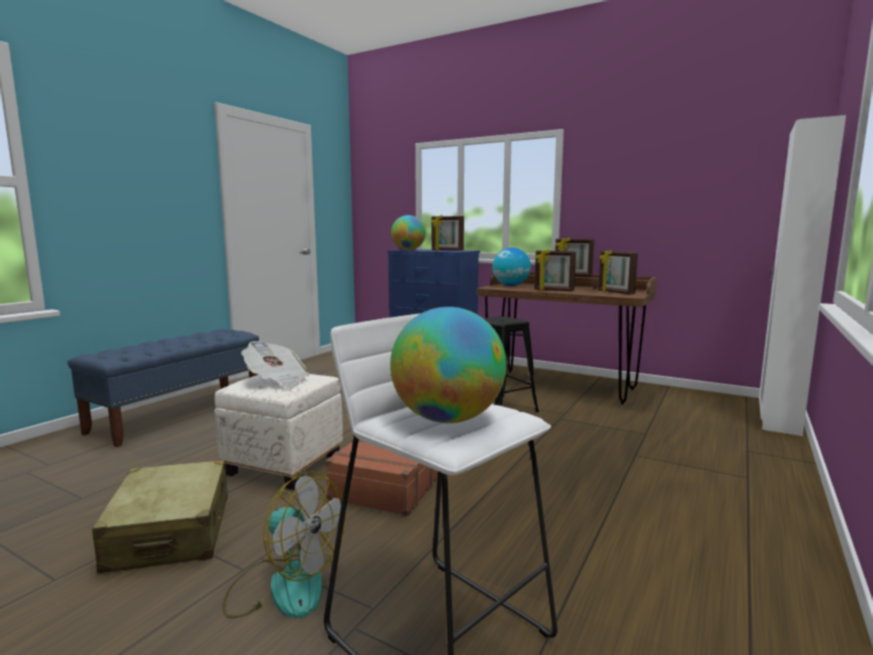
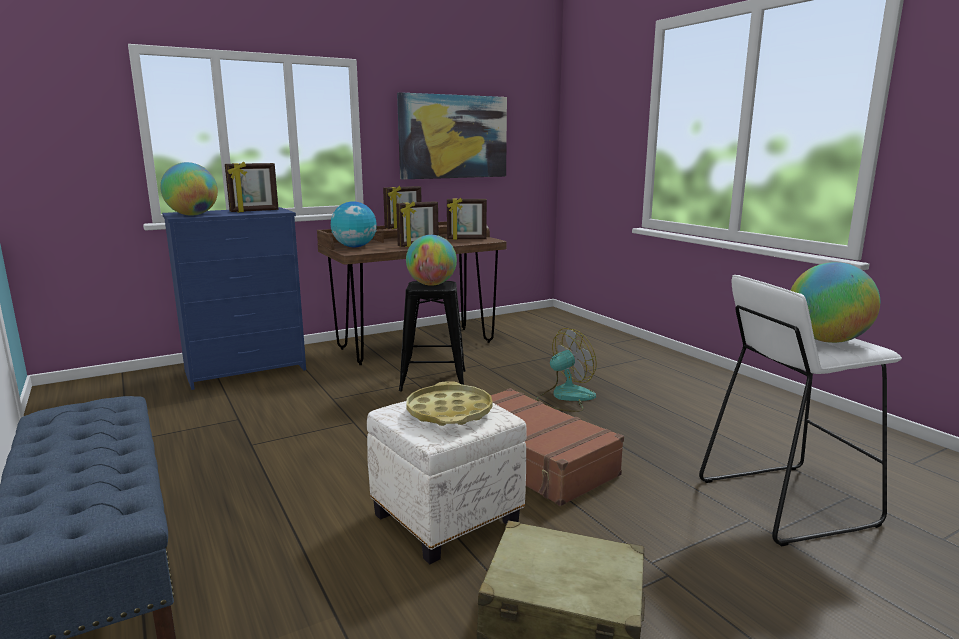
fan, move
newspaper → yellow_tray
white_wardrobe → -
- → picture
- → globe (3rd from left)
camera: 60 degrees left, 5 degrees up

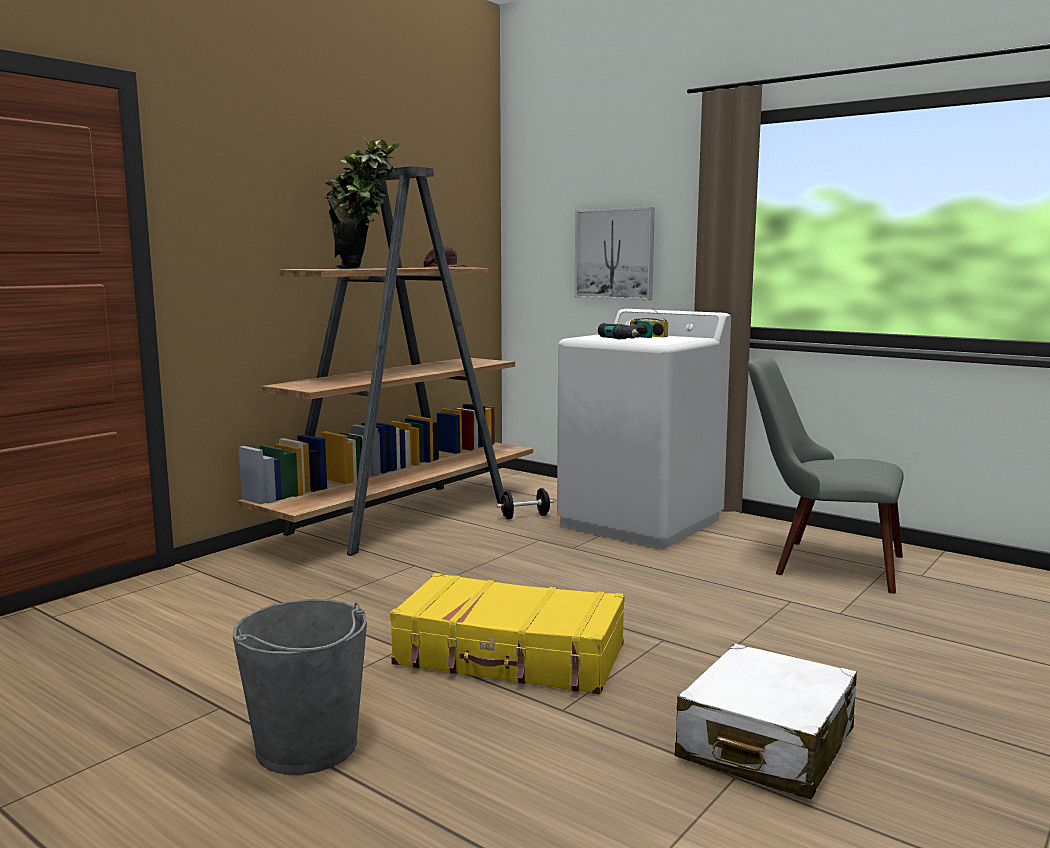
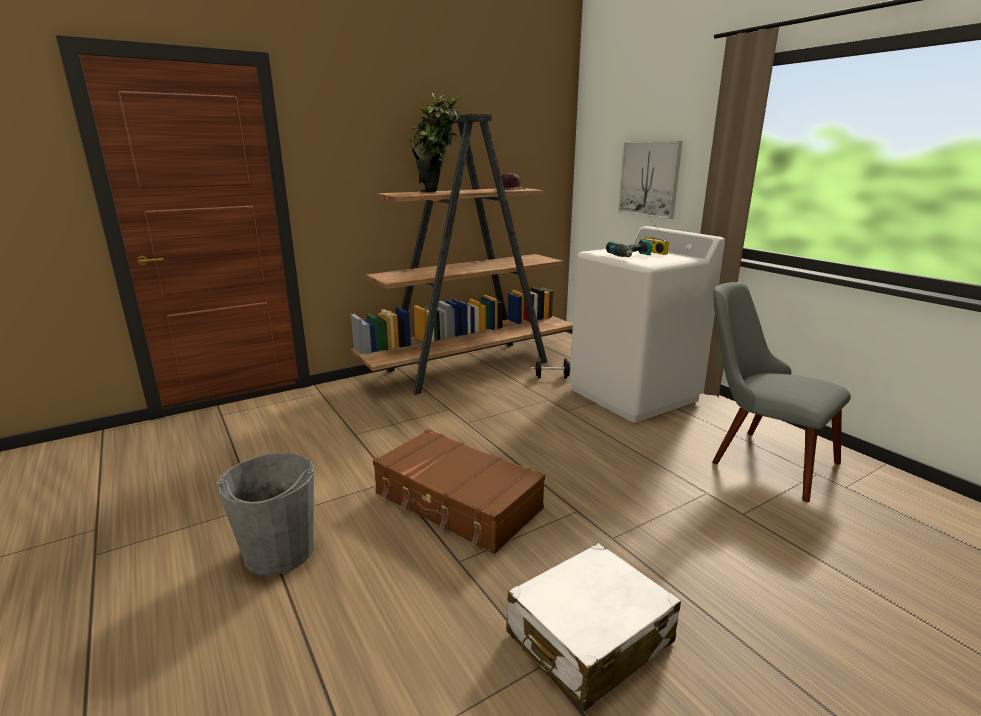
yellow_suitcase → brown_suitcase
camera: 20 degrees right, 10 degrees up

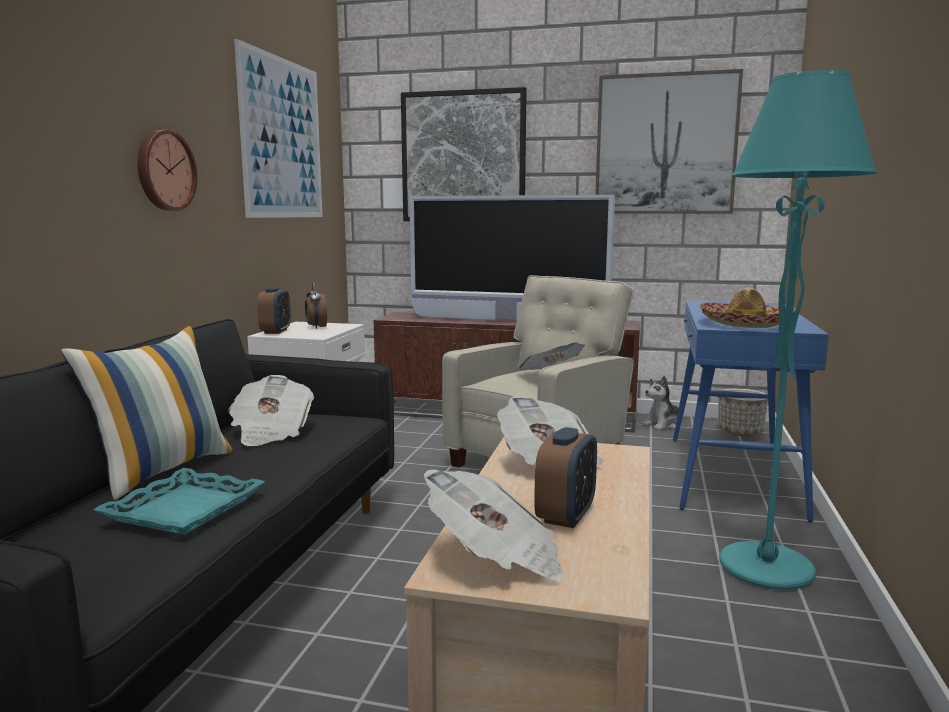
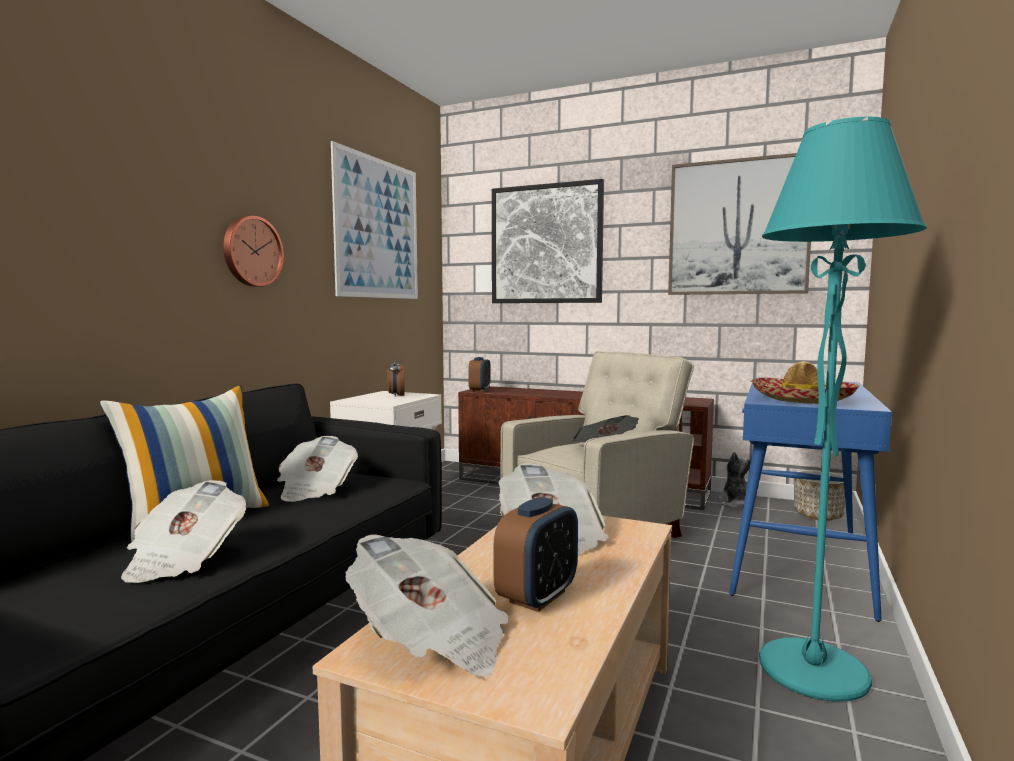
turquoise_tray → newspaper (1st from left)
alarm_clock (1st from left in the first image) → alarm_clock (2nd from left), move
television → -
plush_toy, 105 degrees clockwise
camera: 10 degrees right, 5 degrees down

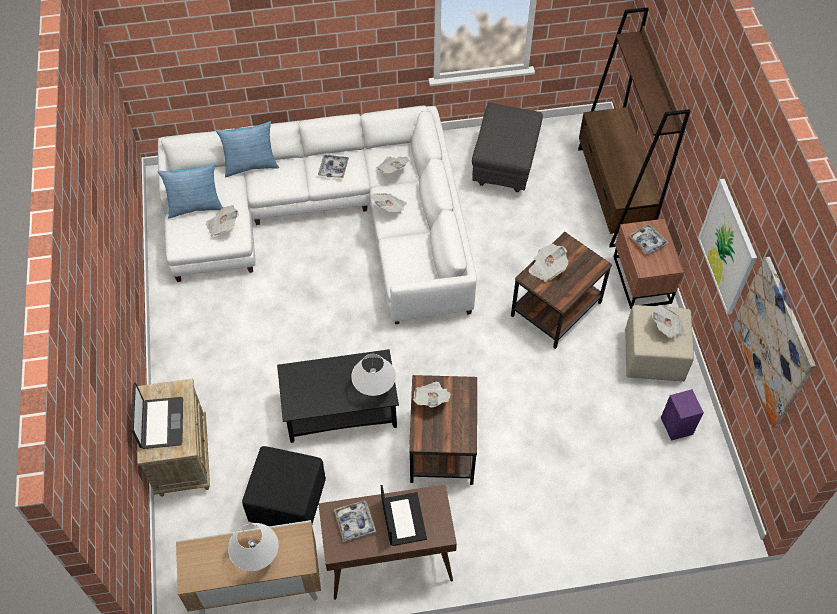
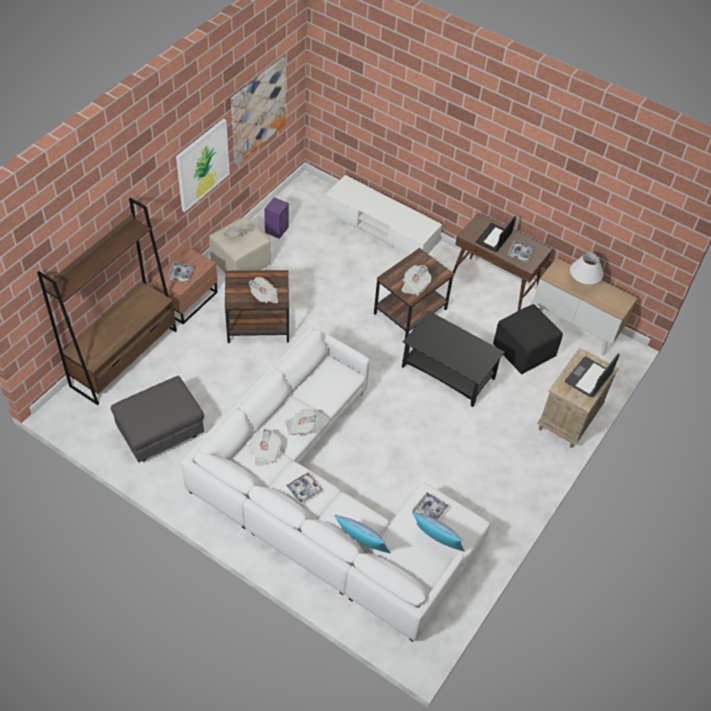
newspaper (1st from left) → tray (3rd from left)
white_table_lamp (2nd from left) → -
- → white_tv_stand
camera: 140 degrees left, 5 degrees down

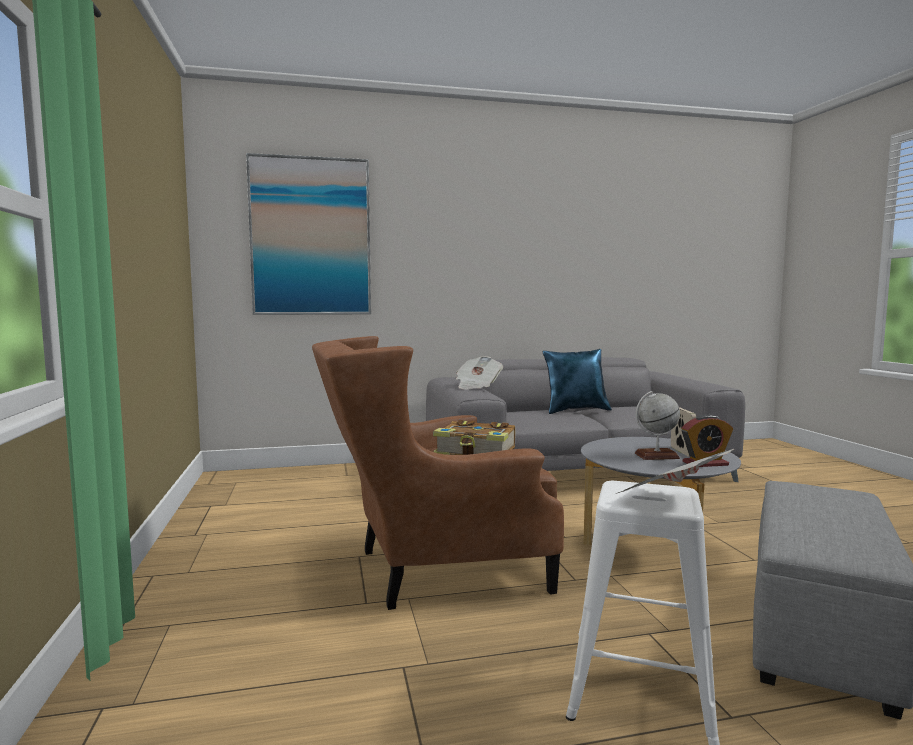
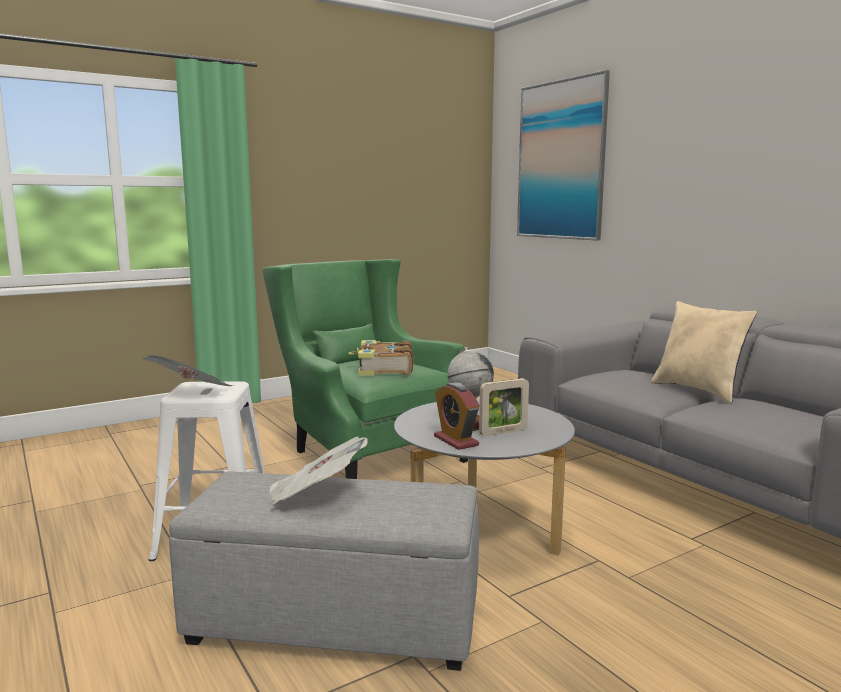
brown_armchair → green_armchair
newspaper (1st from left in the first image) → newspaper (2nd from left), move
blue_pillow → beige_pillow
camera: 70 degrees right, 5 degrees up

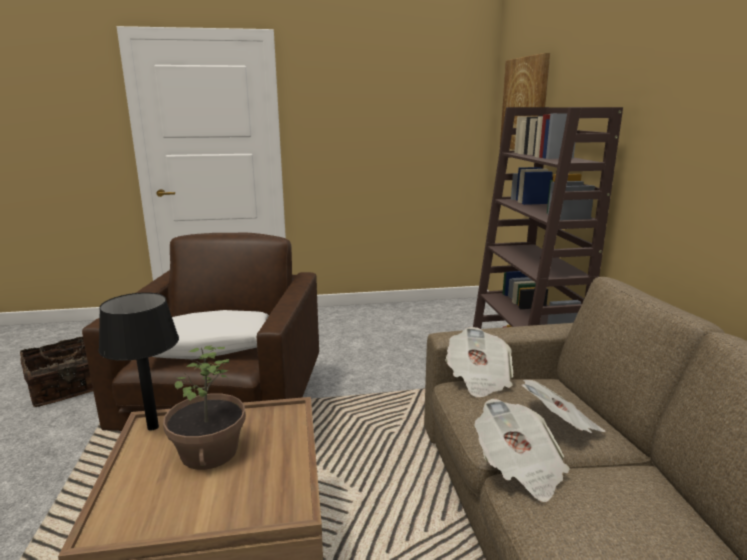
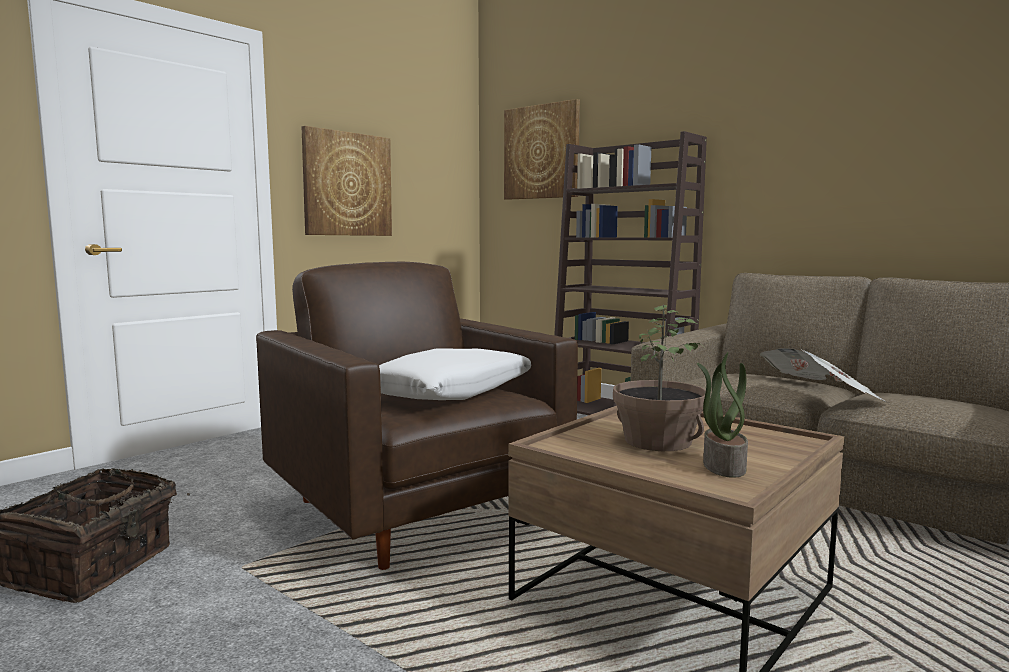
black_table_lamp → -
newspaper (1st from left) → -
- → picture (1st from left)
- → potted_plant (2nd from left)
camera: 40 degrees left, 10 degrees down

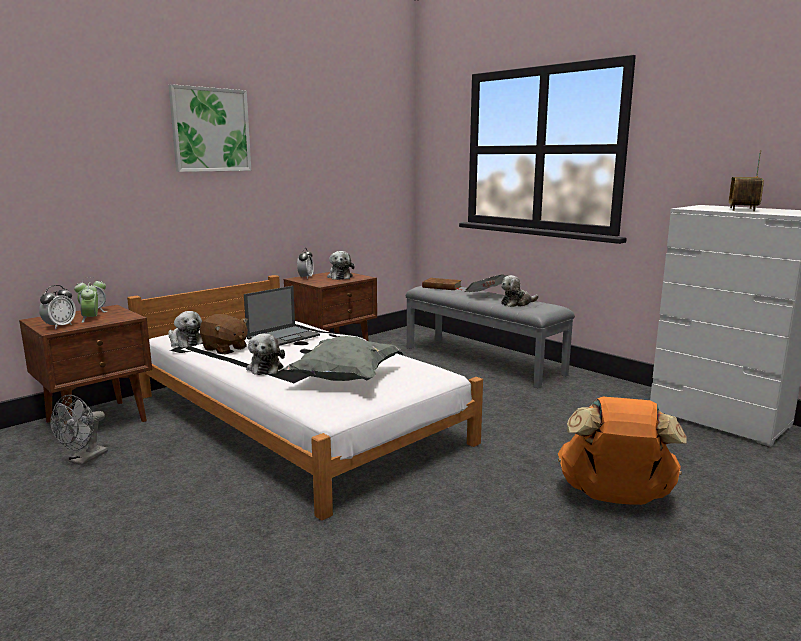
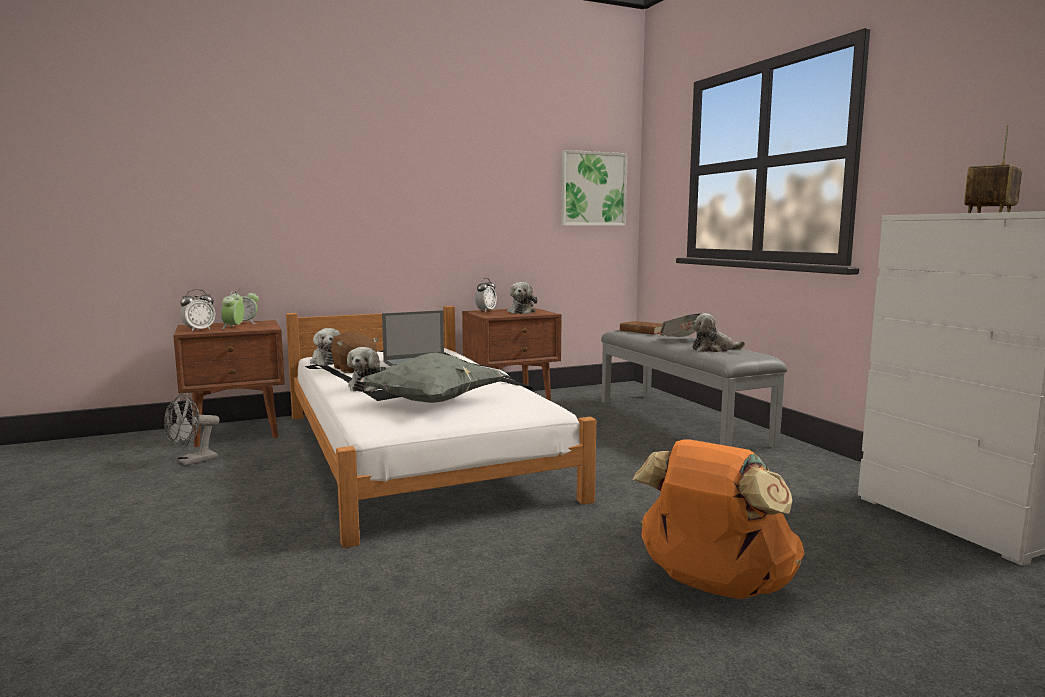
picture, move
camera: 20 degrees right, 5 degrees down

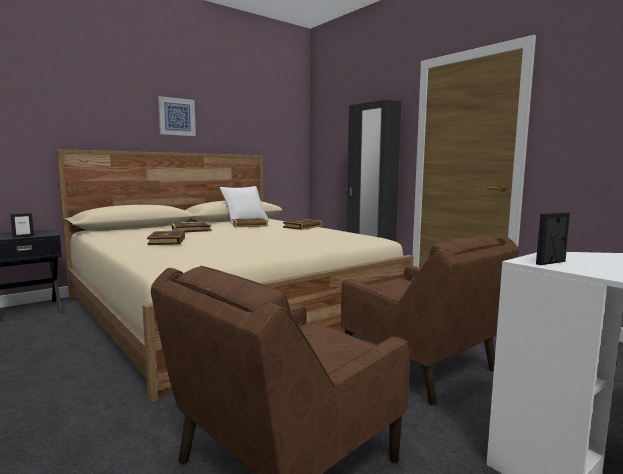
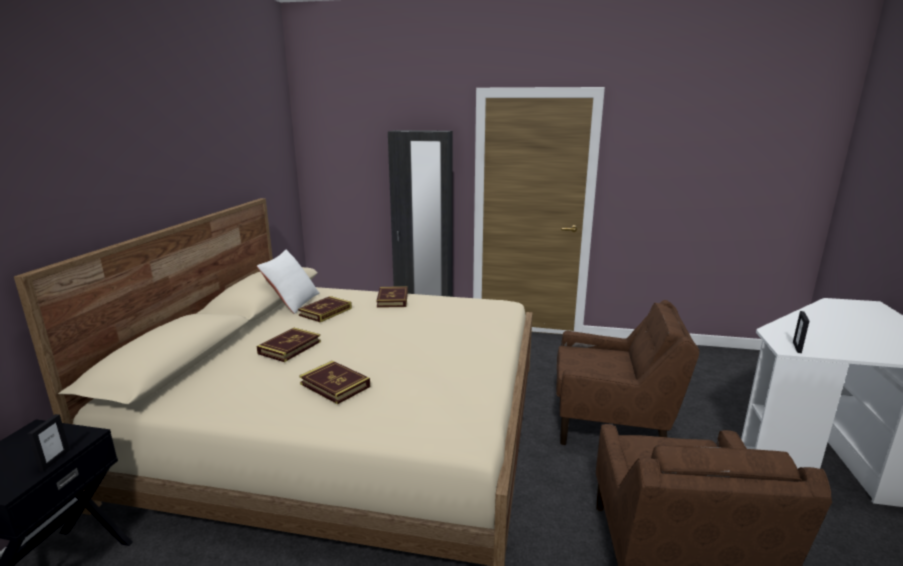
picture → -
camera: 40 degrees left, 10 degrees up

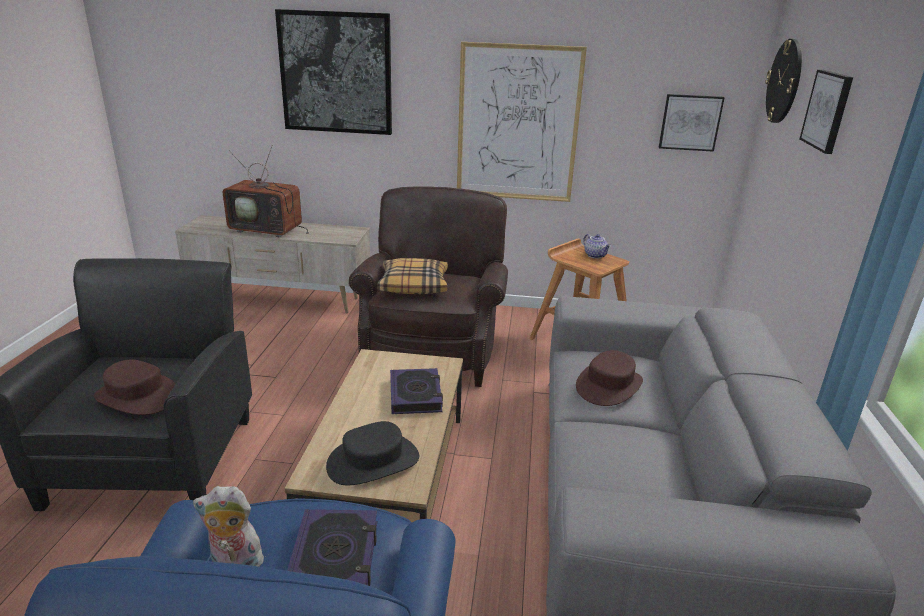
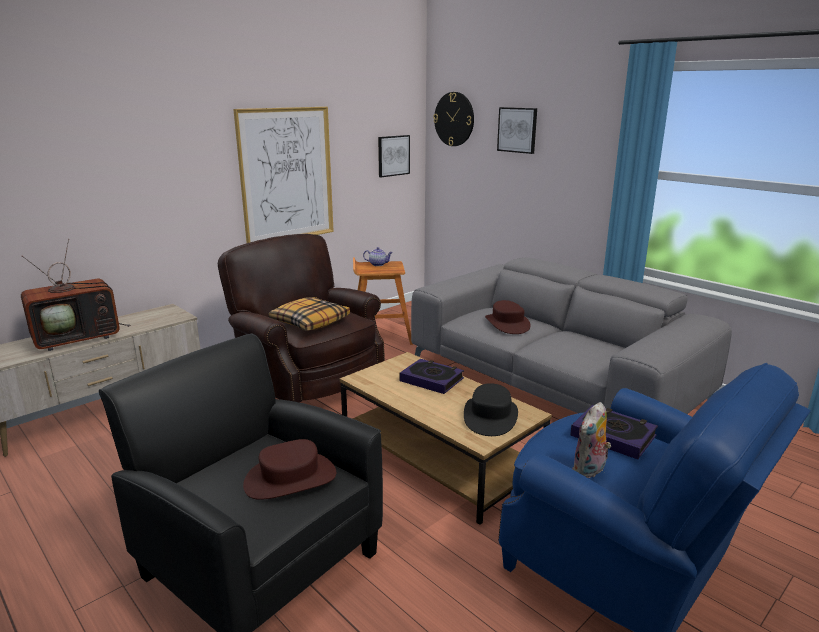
picture (1st from left) → -
camera: 50 degrees left, 5 degrees down

